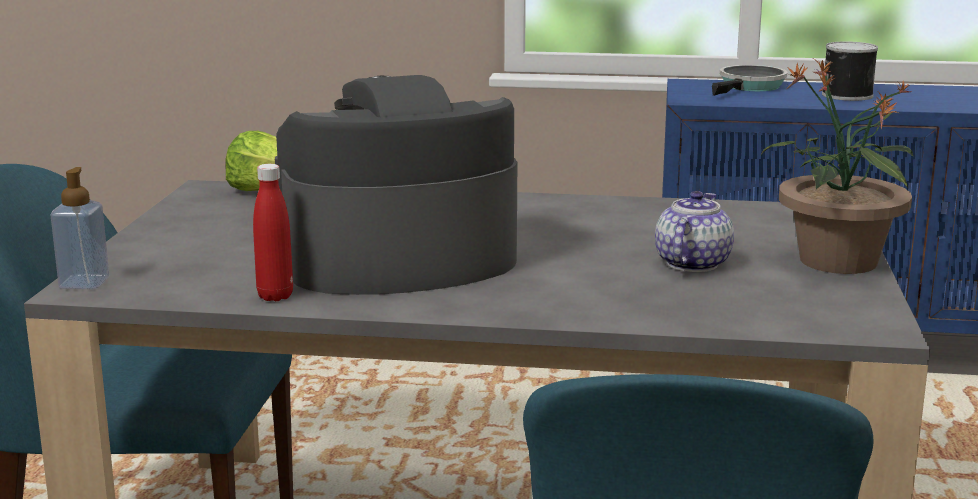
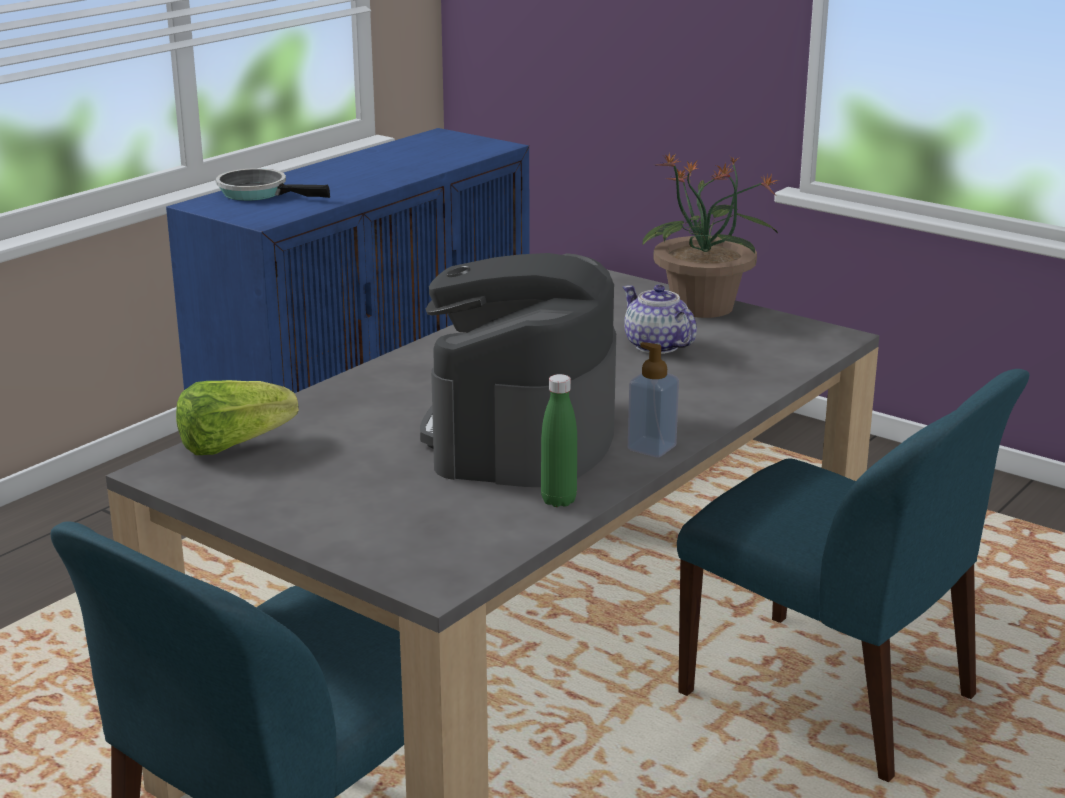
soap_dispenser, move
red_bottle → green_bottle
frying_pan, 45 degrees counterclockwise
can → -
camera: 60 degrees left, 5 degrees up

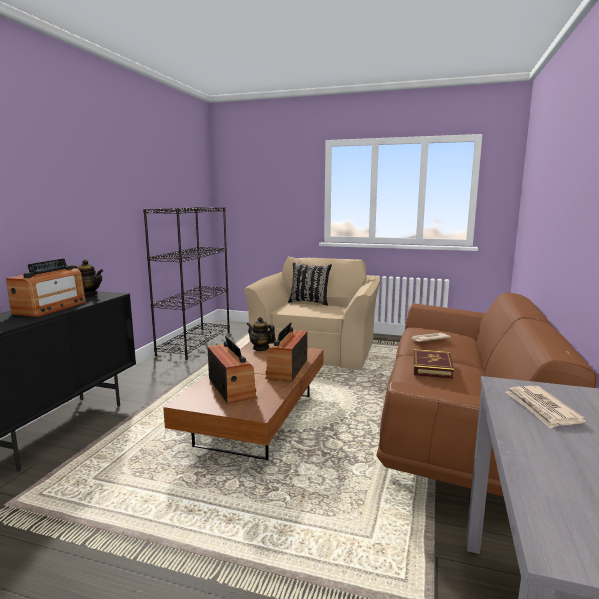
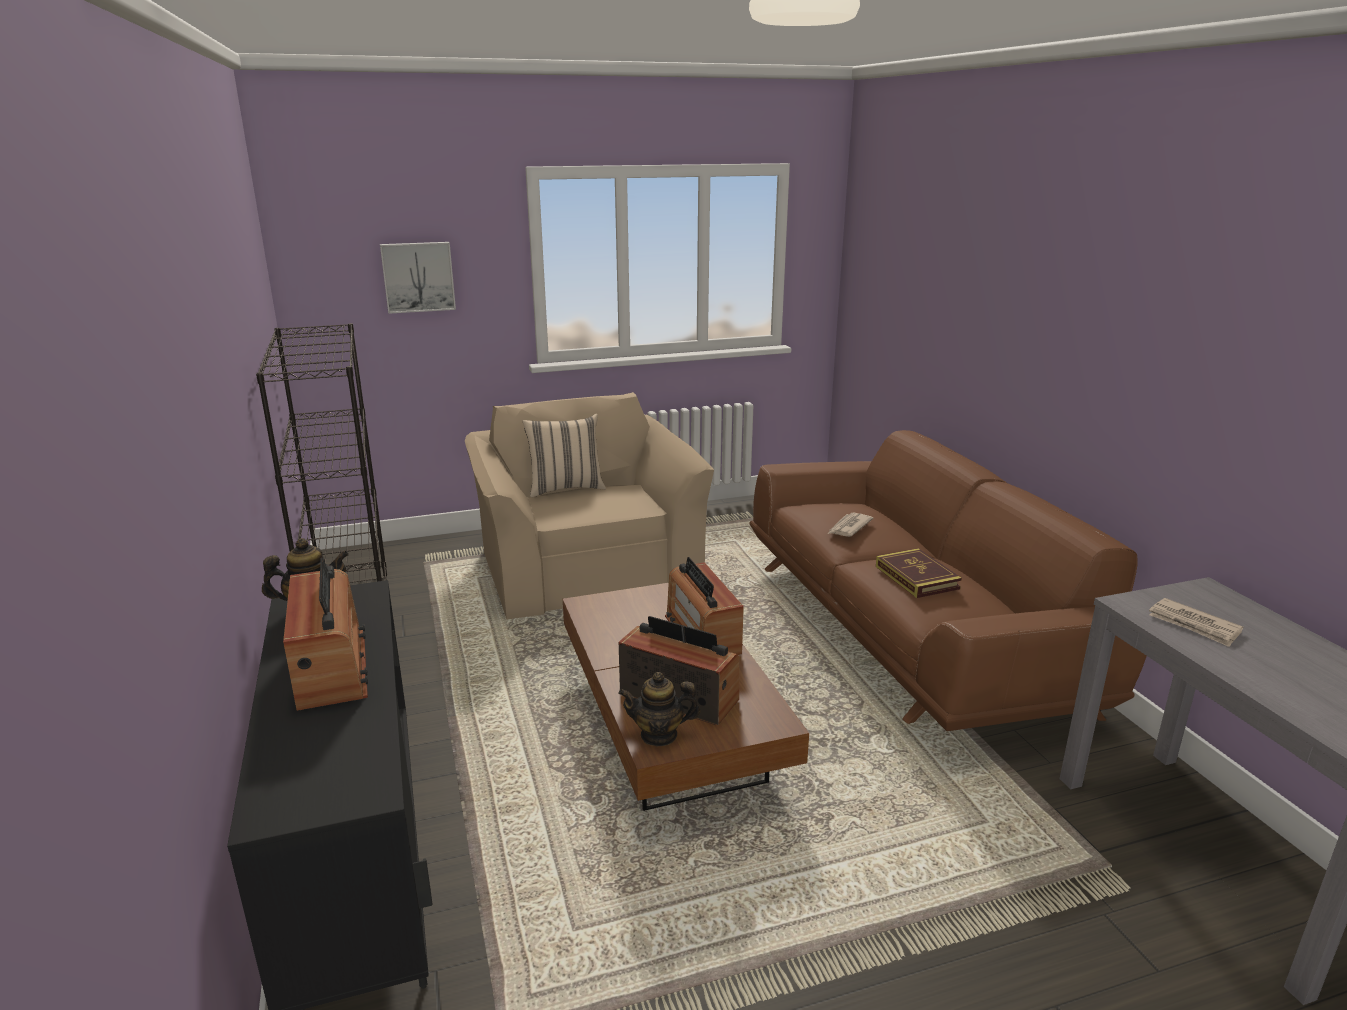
teapot (2nd from left), move
black_pillow → beige_pillow
- → picture
camera: 35 degrees left, 10 degrees up

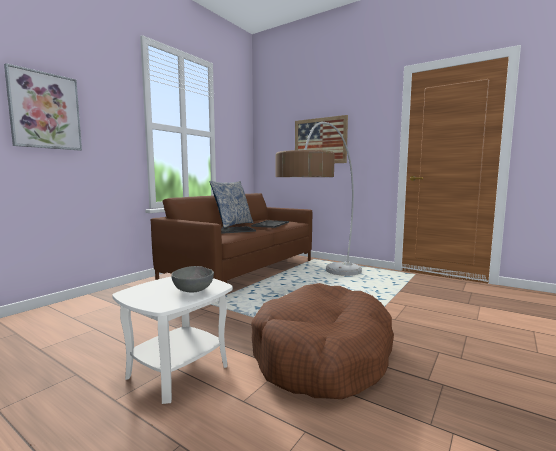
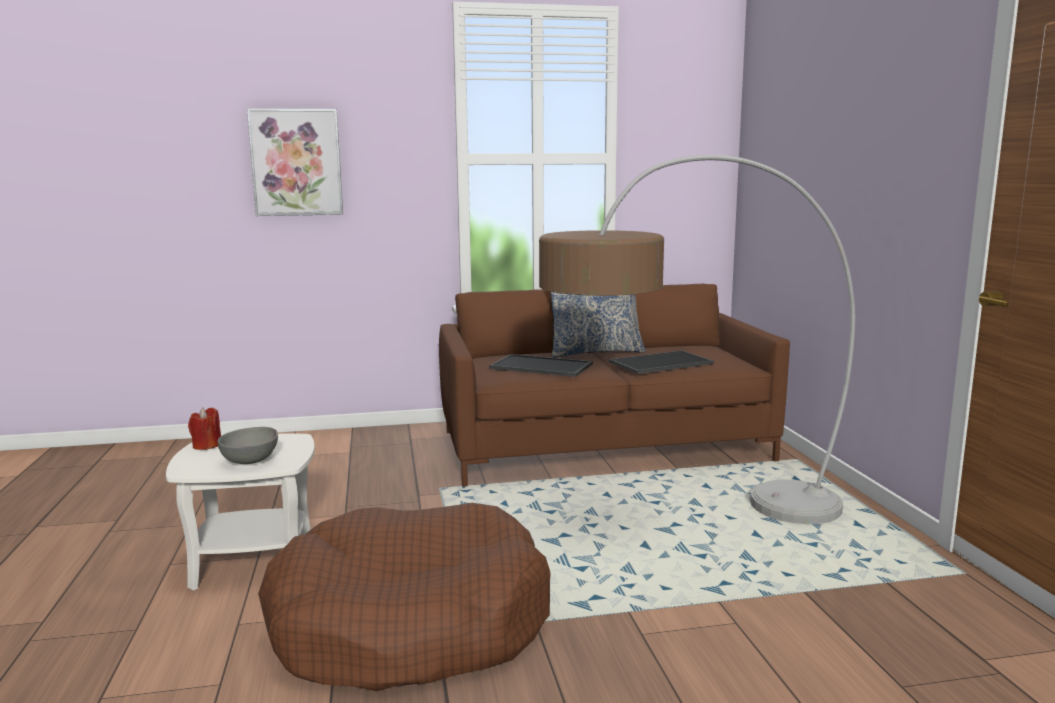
picture (2nd from left) → -
- → red_candle
camera: 45 degrees right, 5 degrees up

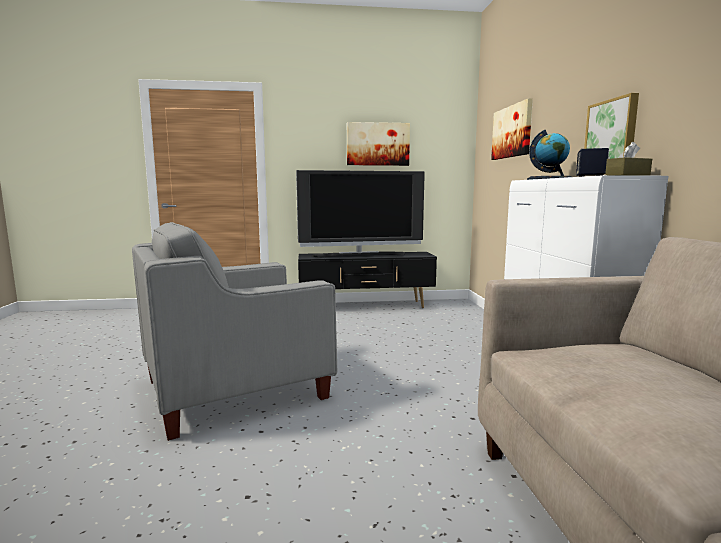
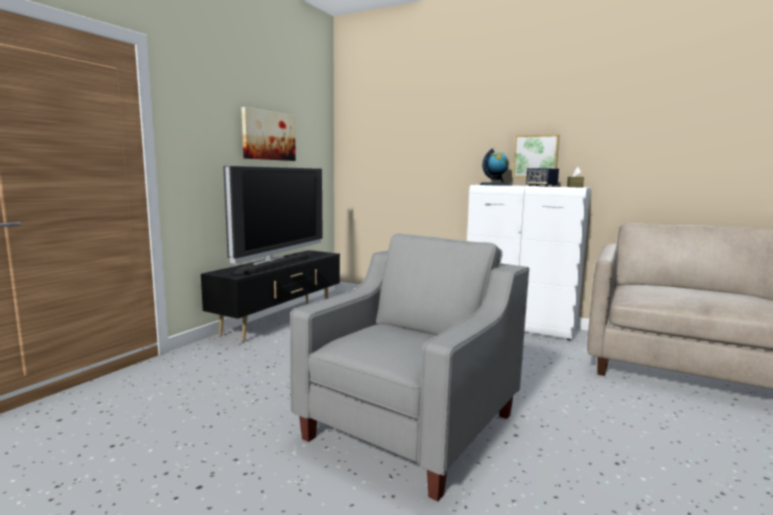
grey_armchair, 150 degrees counterclockwise
picture (2nd from left) → -
camera: 55 degrees left, 0 degrees up

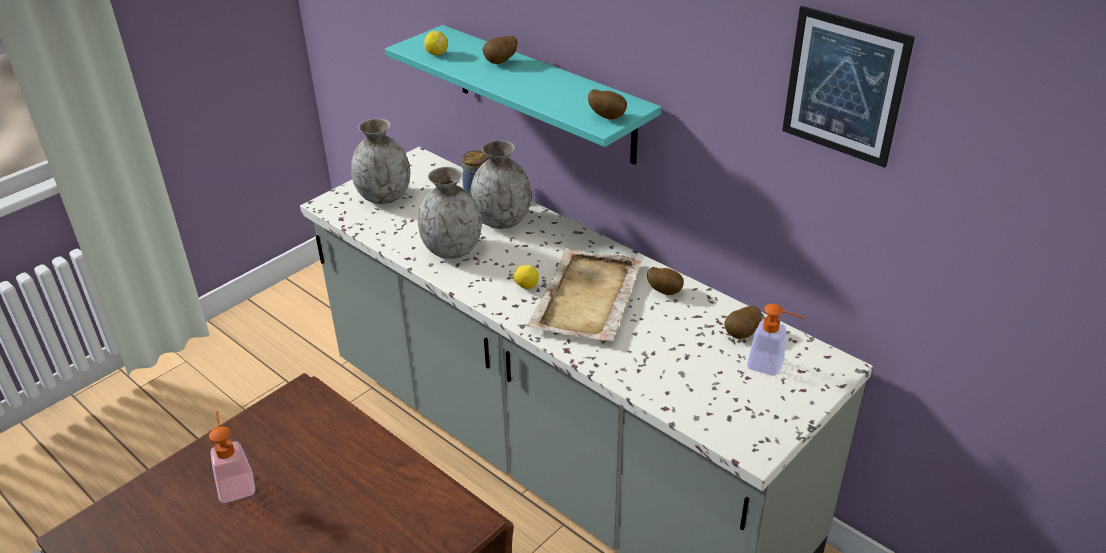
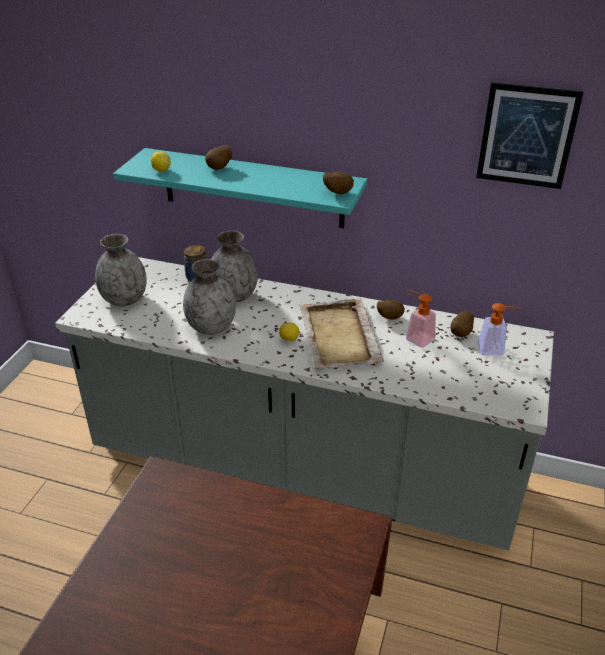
soap_dispenser (1st from left), move
camera: 25 degrees left, 0 degrees up

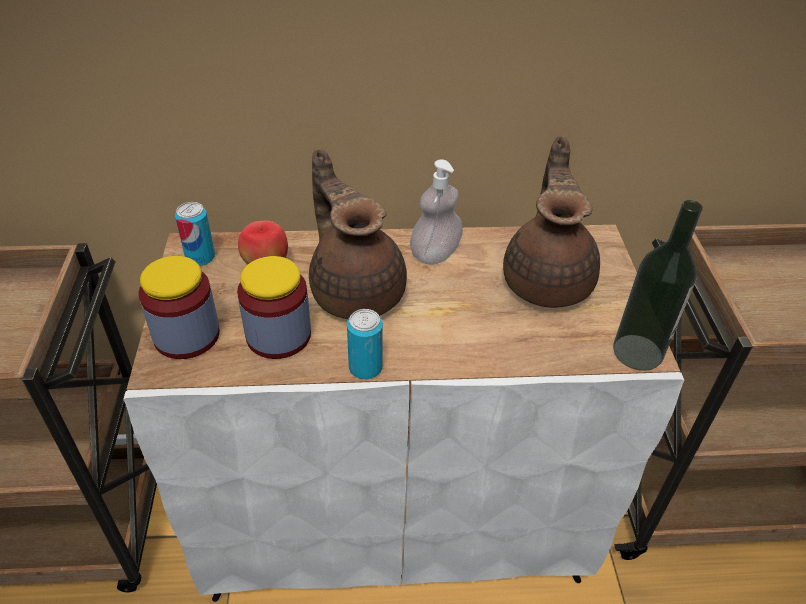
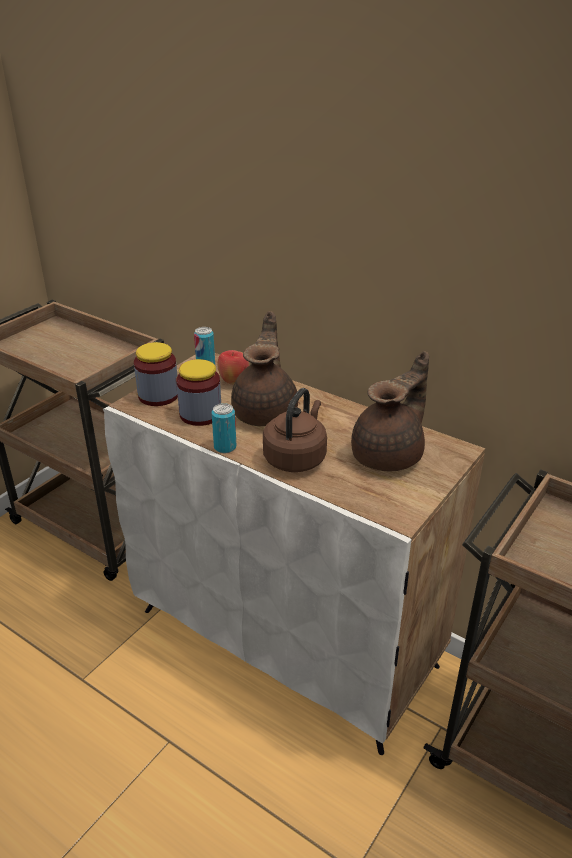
soap_dispenser → -
bottle → -
- → brown_kettle
camera: 40 degrees right, 10 degrees down

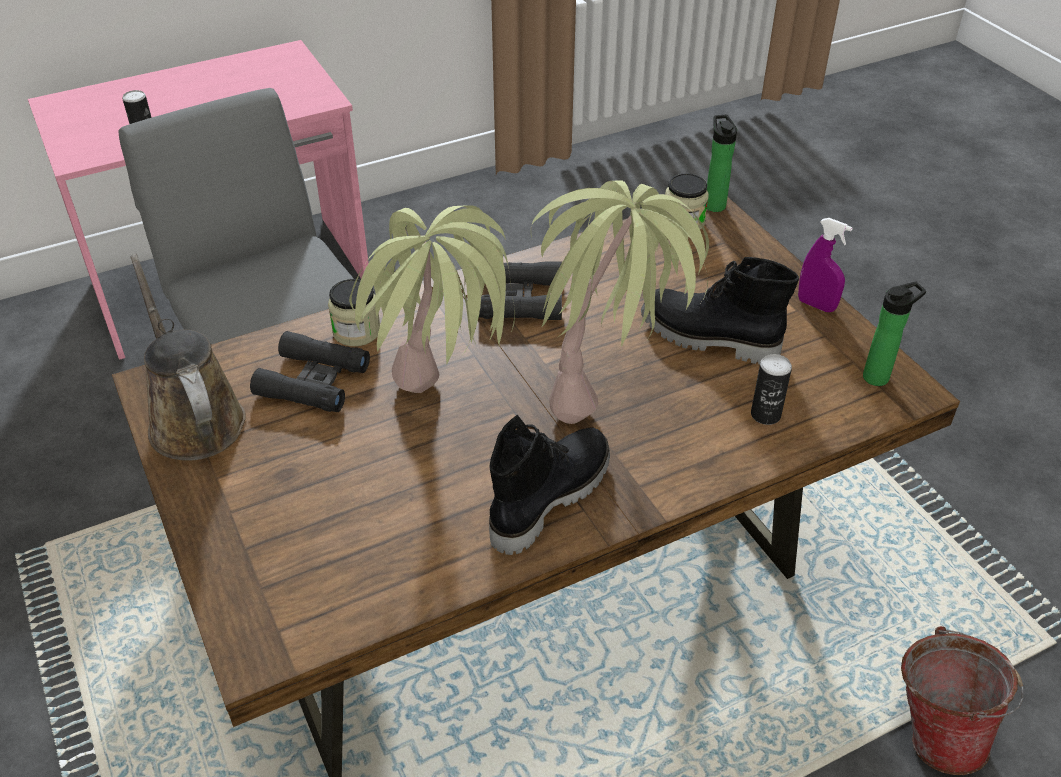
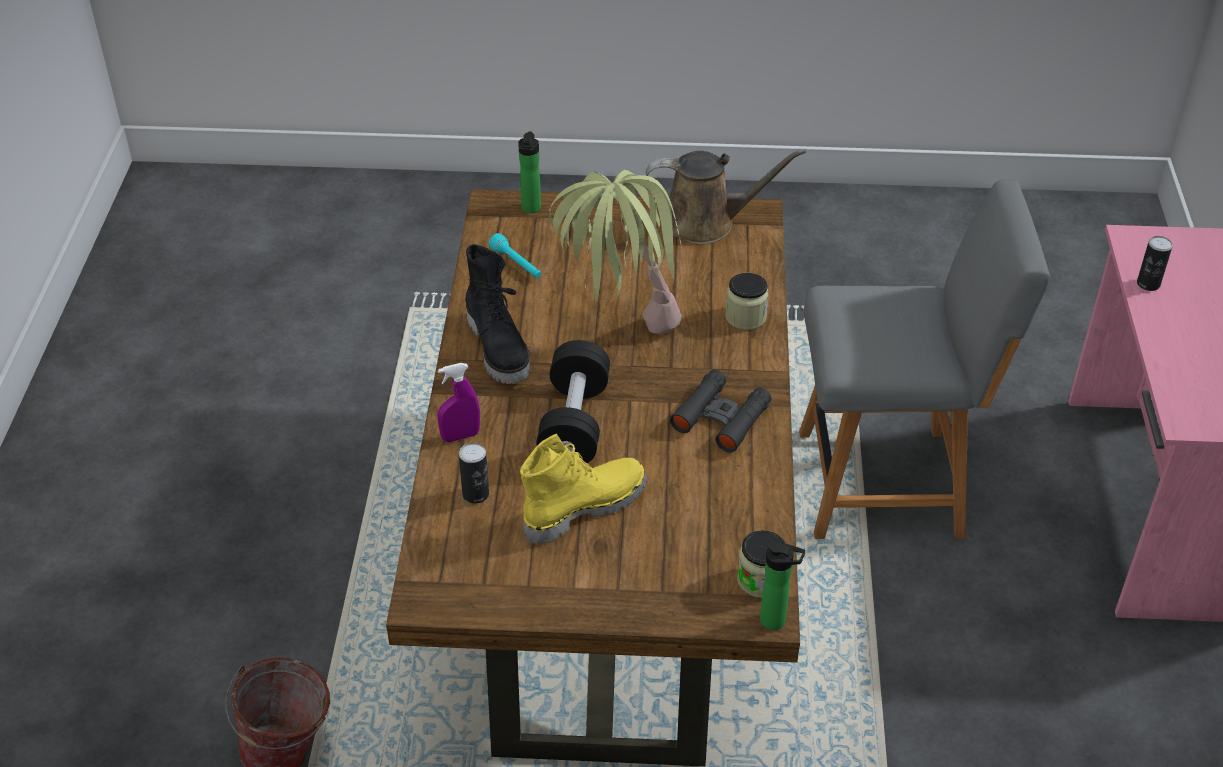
black_binoculars (1st from left) → -
potted_plant (2nd from left) → black_dumbbell
black_boot (2nd from left) → yellow_boot
purple_spray_bottle, move
bottle (2nd from left in the first image) → bottle (1st from left), move
- → turquoise_flashlight
camera: 120 degrees right, 0 degrees up

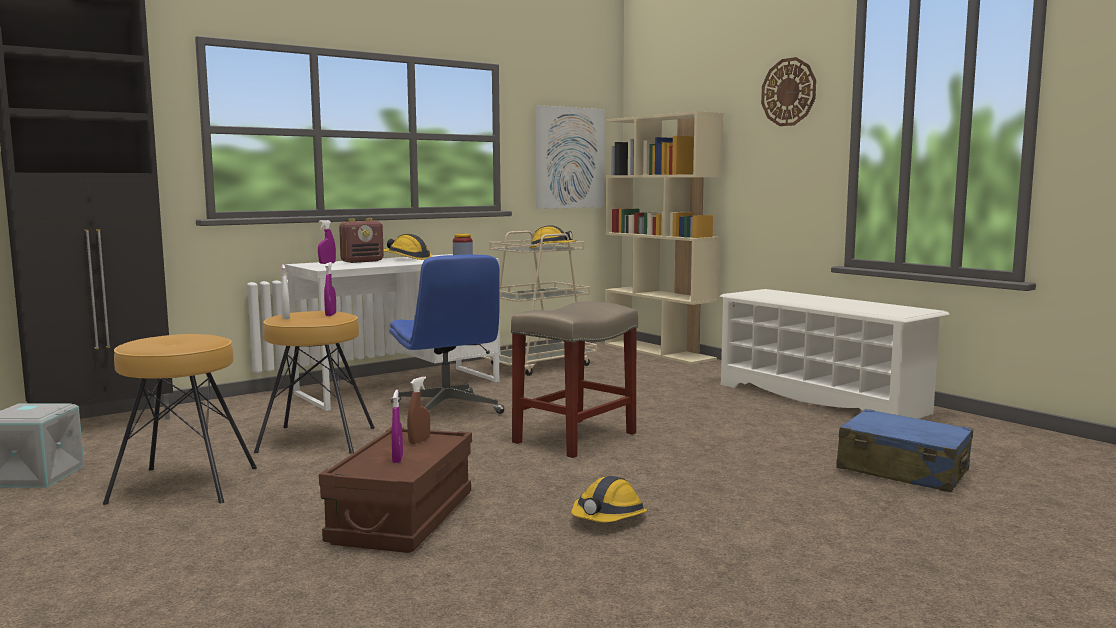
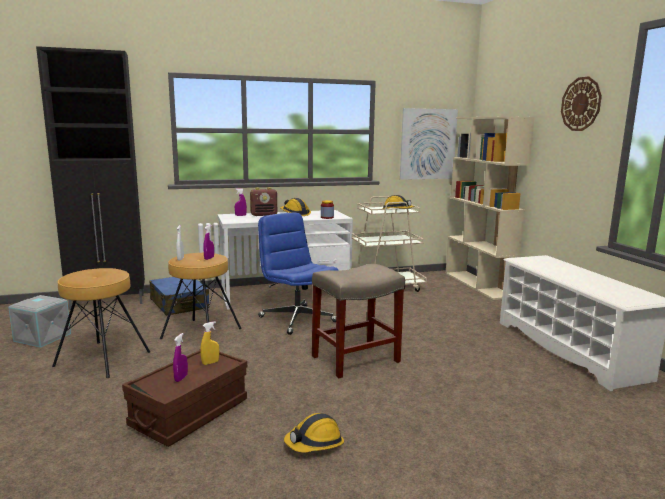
blue_office_chair, 150 degrees clockwise
brown_spray_bottle → yellow_spray_bottle
blue_suitcase, move
camera: 20 degrees right, 5 degrees up

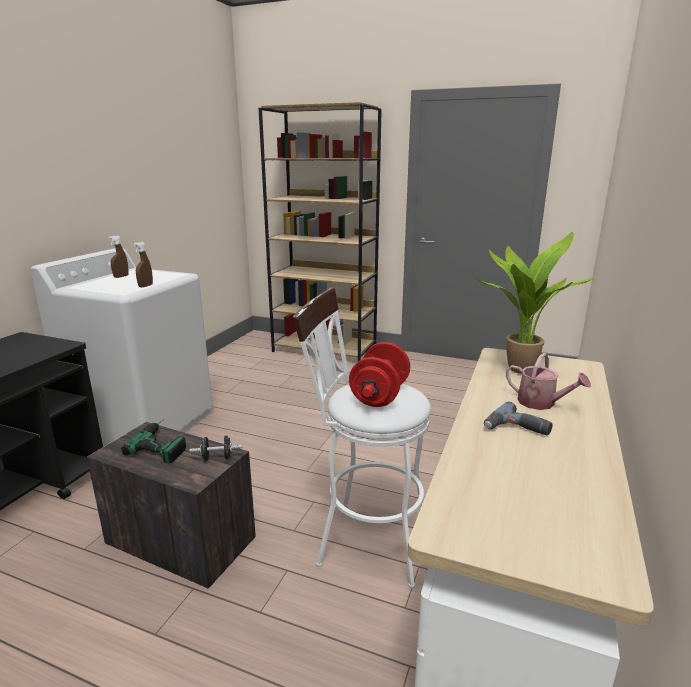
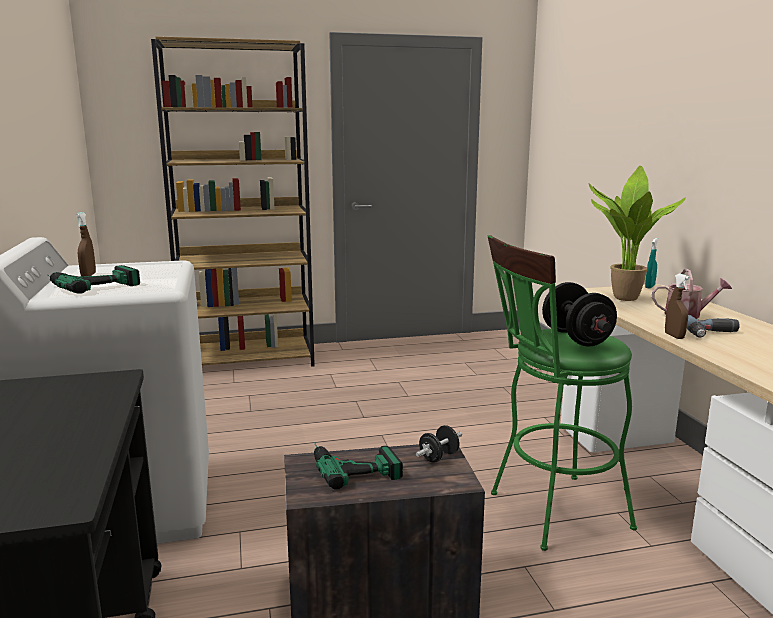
brown_spray_bottle (2nd from left), move
white_stool → green_stool
red_dumbbell → black_dumbbell (2nd from left)
- → power_drill (1st from left)
- → turquoise_spray_bottle
camera: 35 degrees left, 5 degrees down

